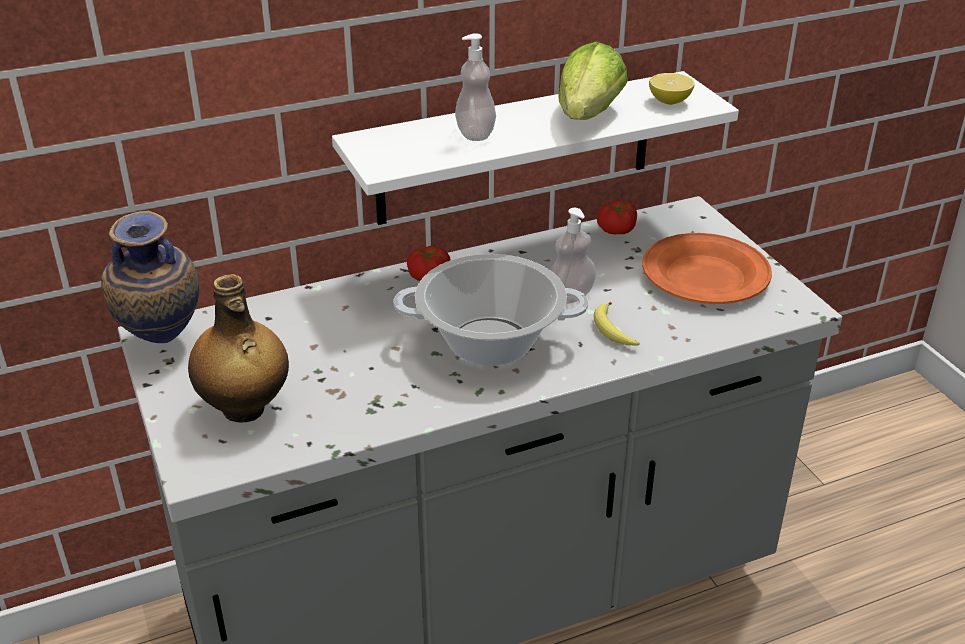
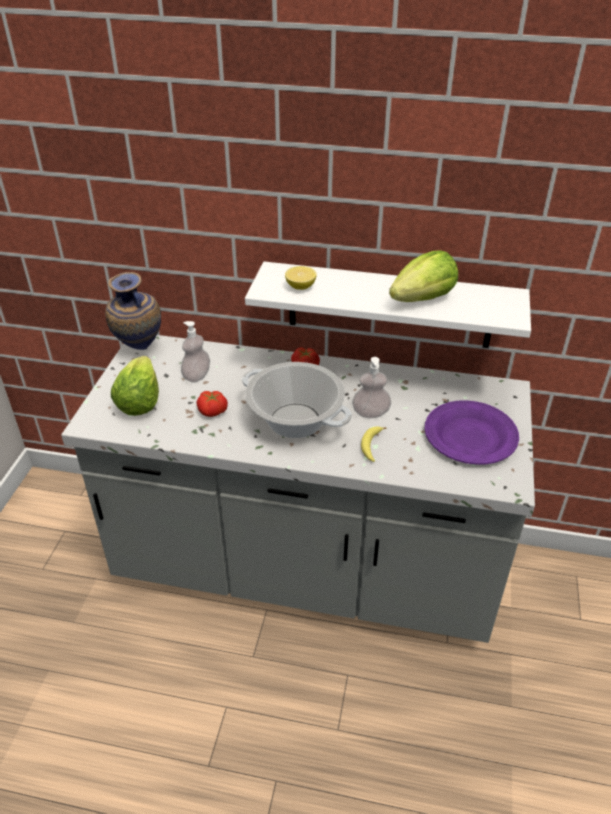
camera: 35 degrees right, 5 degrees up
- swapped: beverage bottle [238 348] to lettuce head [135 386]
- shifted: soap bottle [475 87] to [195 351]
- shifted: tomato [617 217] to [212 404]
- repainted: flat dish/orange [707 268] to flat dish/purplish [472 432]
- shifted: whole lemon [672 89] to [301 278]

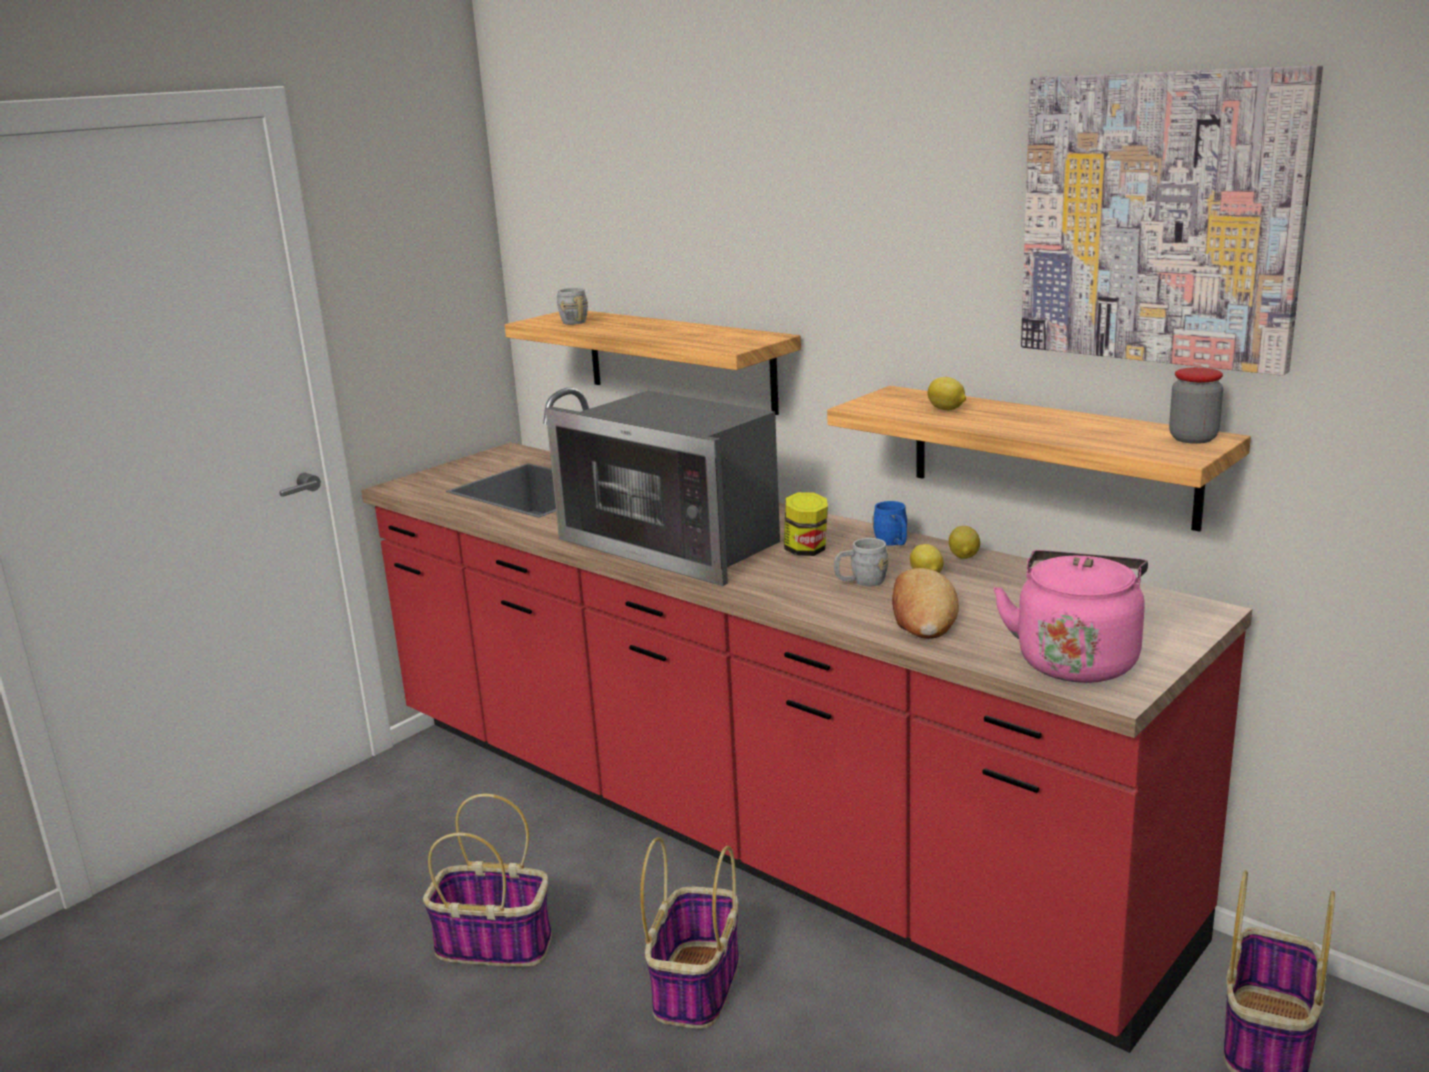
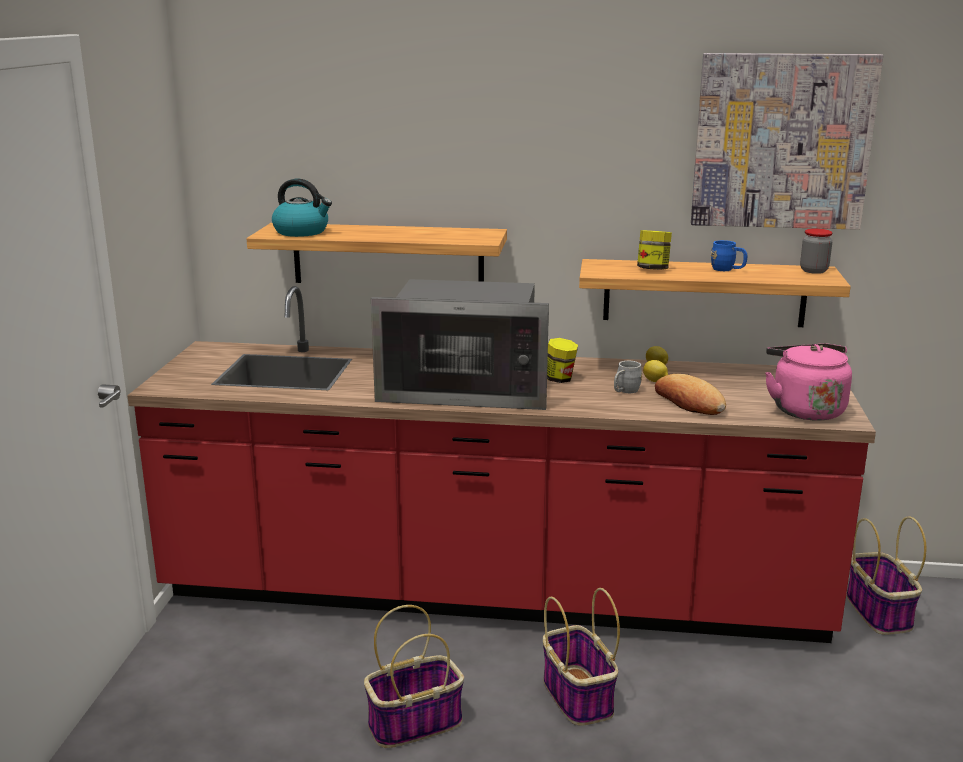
camera: 35 degrees left, 0 degrees up
- swapped: tea mug/greyish [572 306] to water kettle [302 208]
- shifted: tea mug/bluish [890 523] to [729 255]
- swapped: whole lemon [946 393] to jar [654 250]

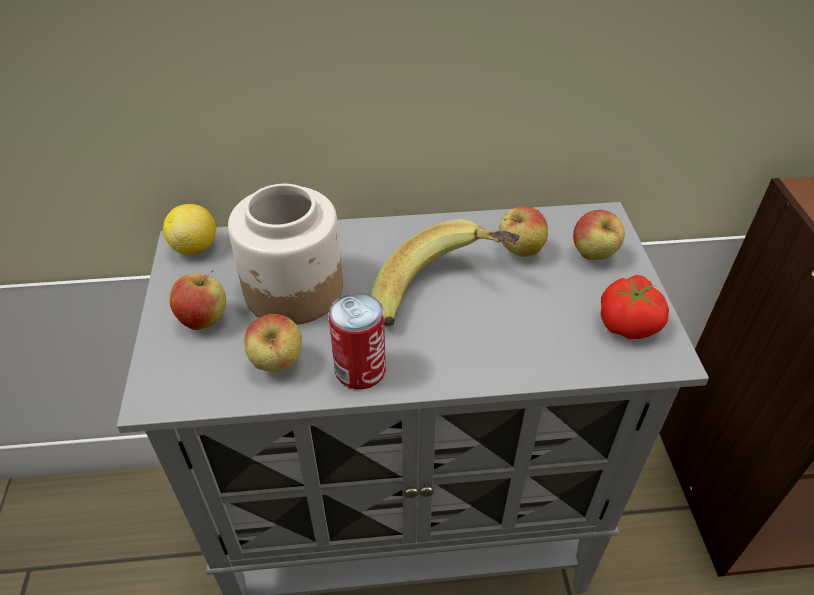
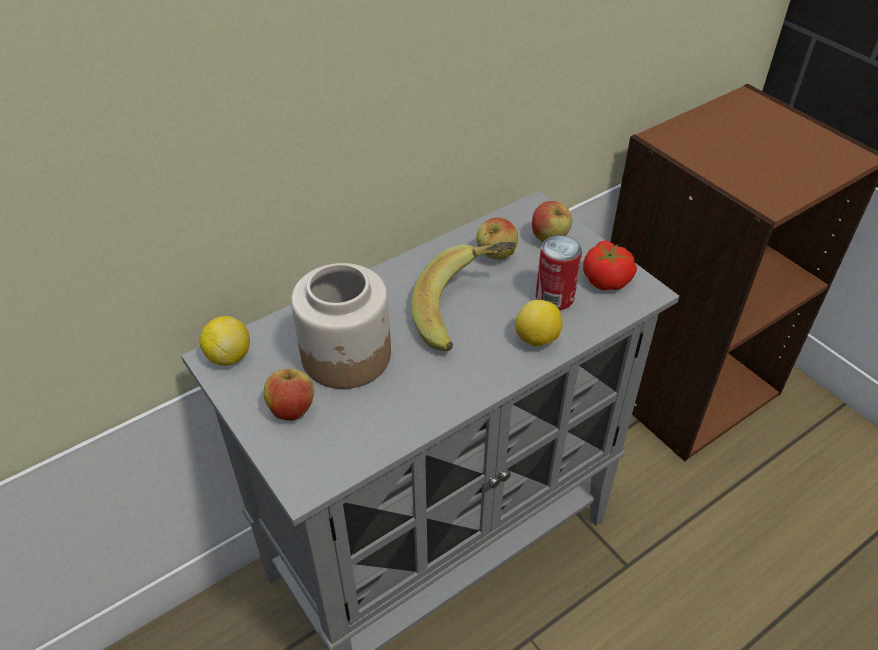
camera: 30 degrees left, 0 degrees up
- gone: apple [273 343]
- shifted: sealed can [357 341] to [559 272]
- new: whole lemon [538 323]

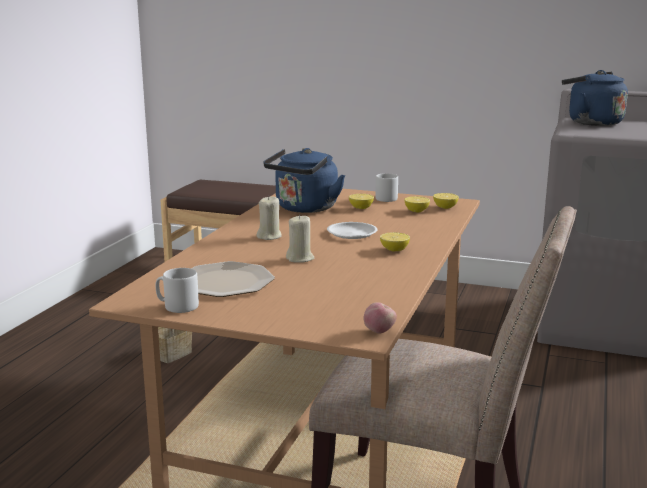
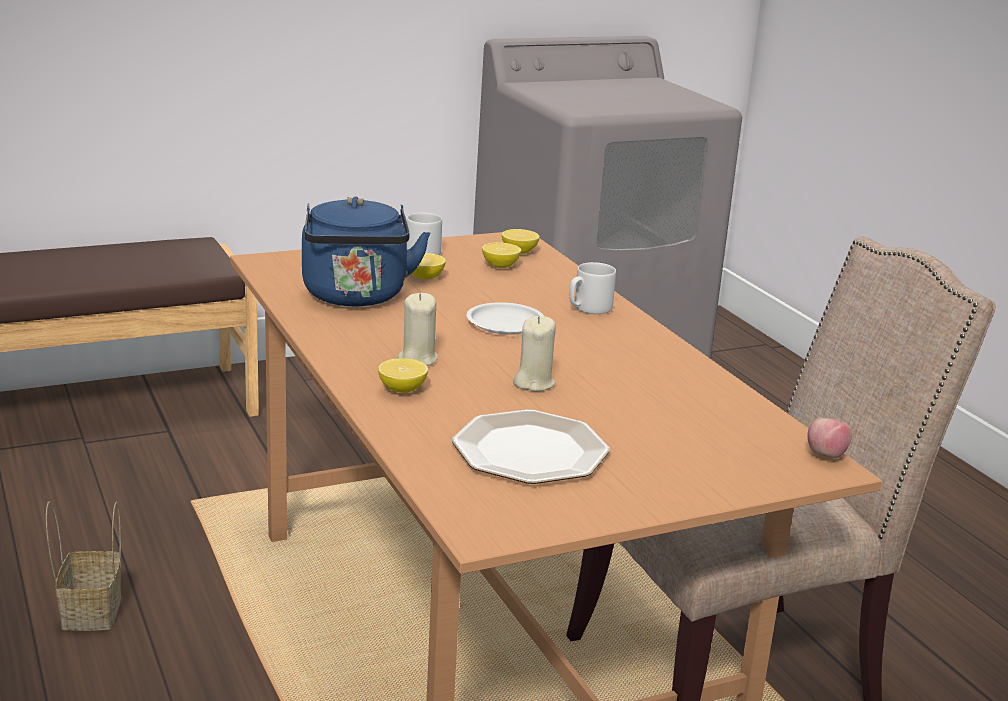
camera: 45 degrees left, 5 degrees up
- shifted: tea mug/greyish [177 290] to [592 288]
- shifted: whole lemon [395 242] to [403 375]
- gone: water kettle/bluish [595 98]

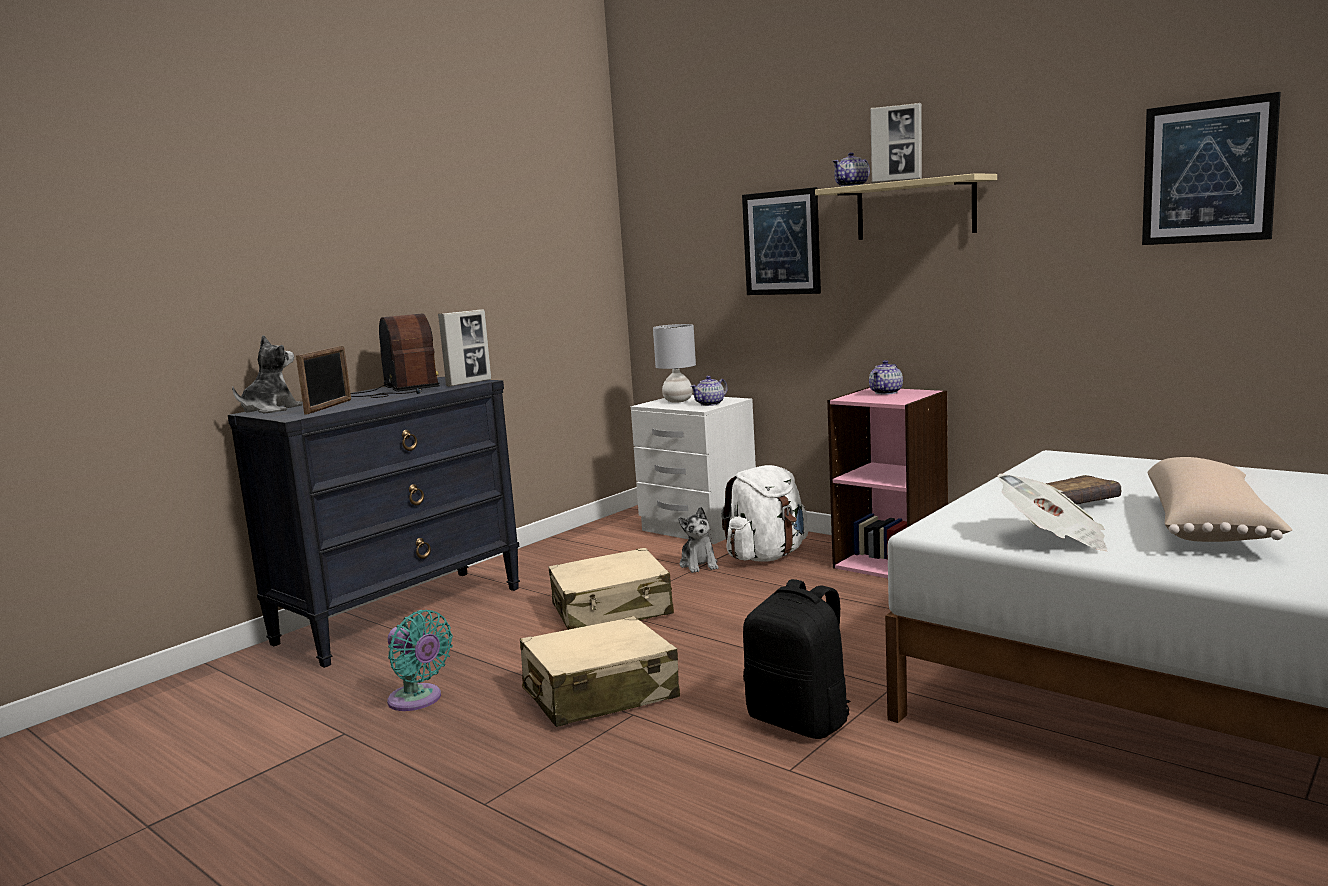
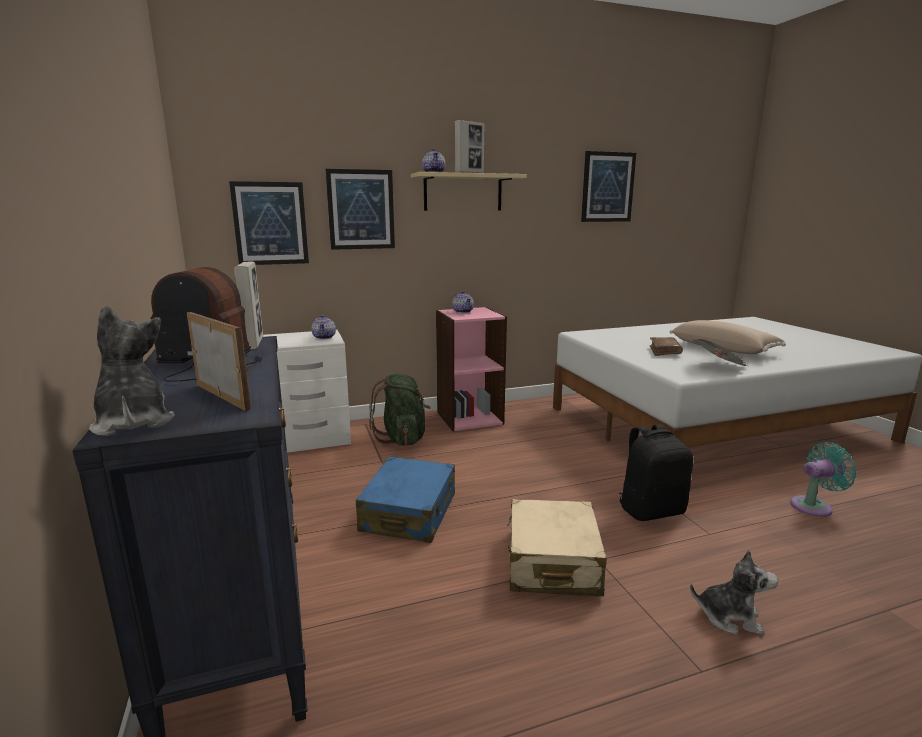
camera: 60 degrees left, 5 degrees up
- shifted: fan/blue-green [420 660] to [823 479]
- repainted: suitcase/sand-coloured [611 589] to suitcase/bluish [405 500]
- gone: tabletop lamp/greyish [674 363]
- shifted: cuddly toy [698 540] to [734 592]
- repainted: backpack/whitish [764 513] to backpack/green [400 410]
- new: wall picture [269 223]

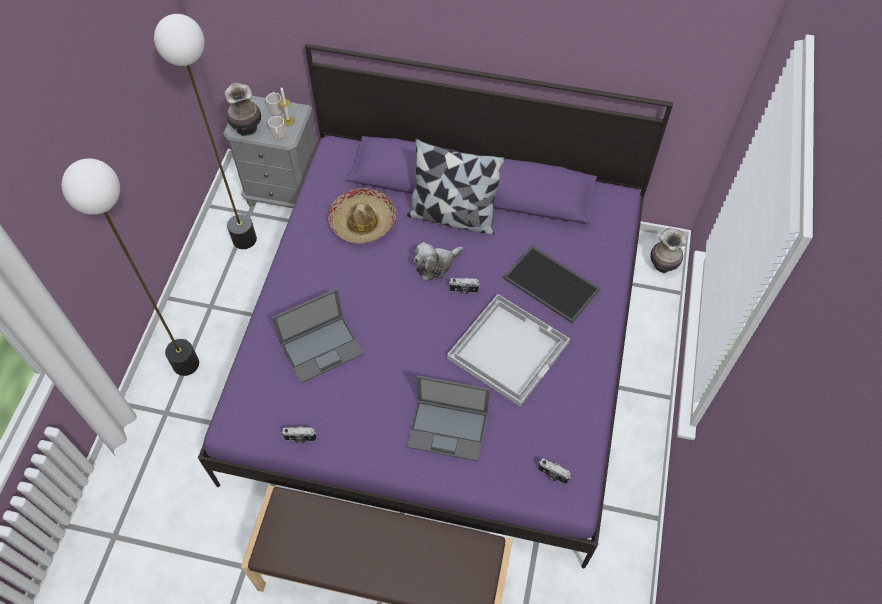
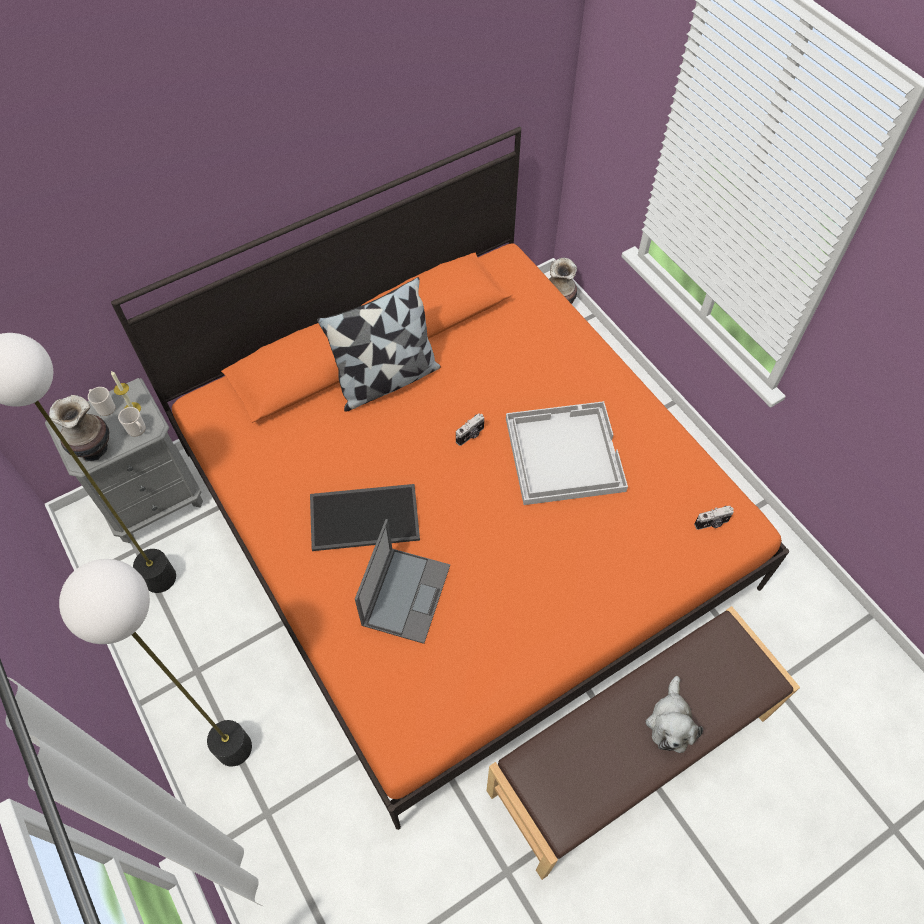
camera: 45 degrees left, 0 degrees up
- repainted: bed/purplish [435 306] to bed/orange [450 478]
- gone: photo camera [299 435]
- gone: wearable hat [362 216]
- gone: notebook computer [448 418]
- shifted: cuddly toy [438 261] to [674 714]
- shifted: carrying tray [551 284] to [365 517]

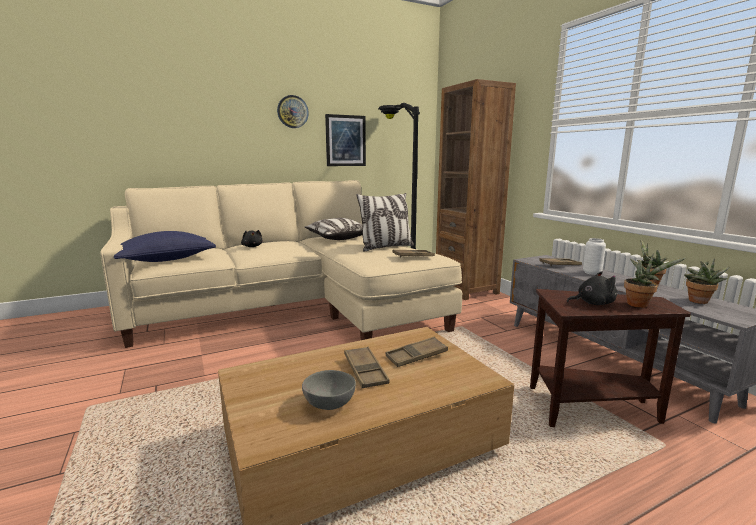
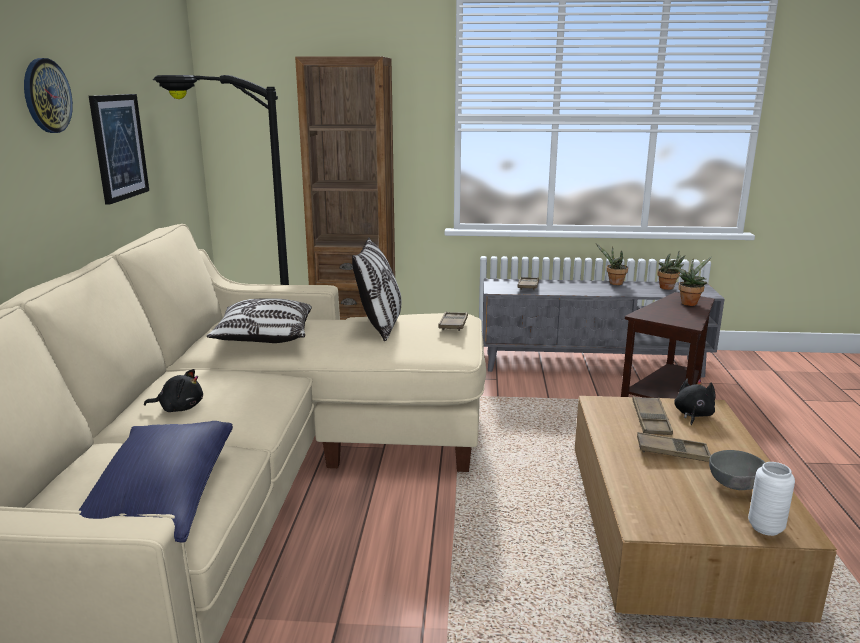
camera: 60 degrees left, 5 degrees up
- shifted: cuddly toy/black-coloured [592 288] to [695 402]
- shifted: flower vase/whitish [594 256] to [771 499]

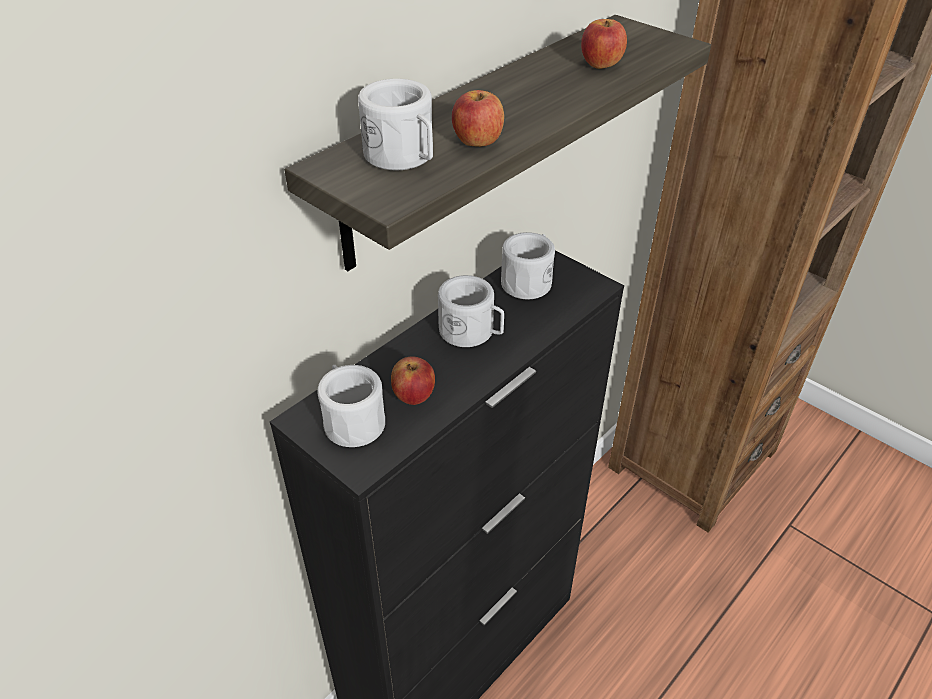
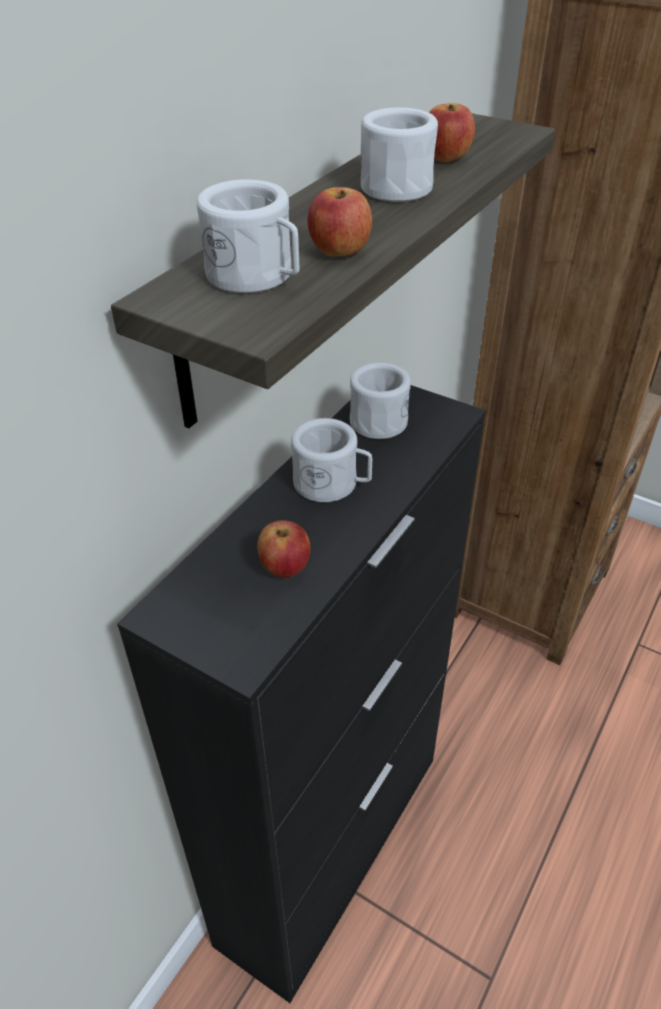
camera: 10 degrees left, 0 degrees up
- shifted: tea mug/whitish [351 406] to [399 154]

